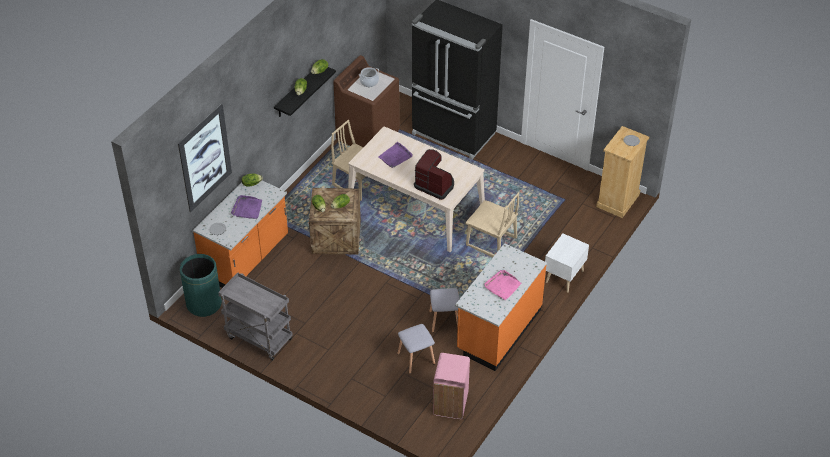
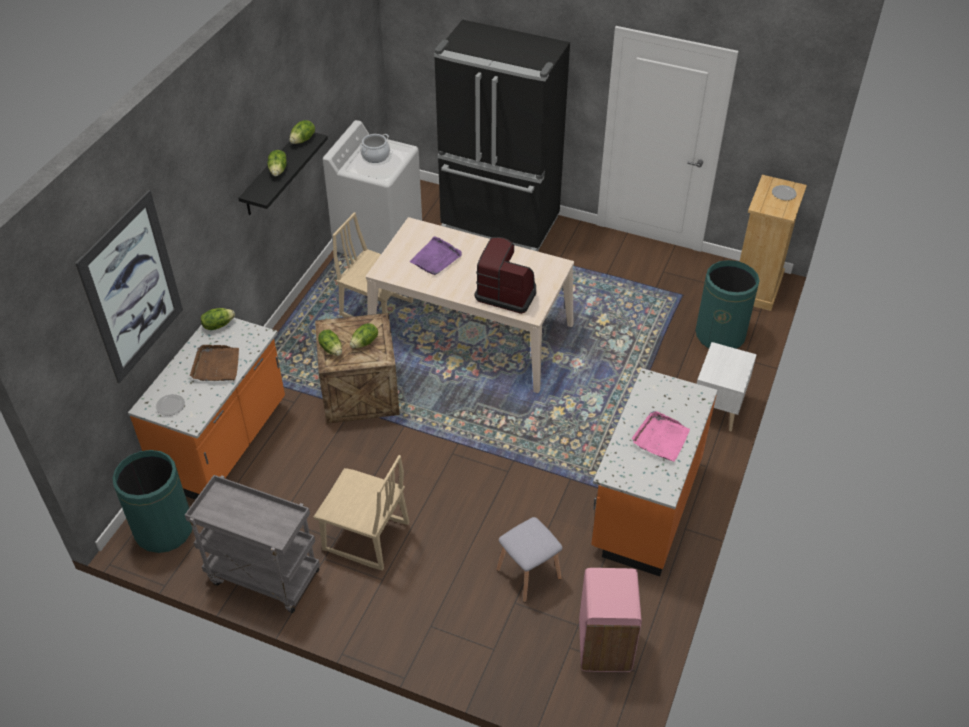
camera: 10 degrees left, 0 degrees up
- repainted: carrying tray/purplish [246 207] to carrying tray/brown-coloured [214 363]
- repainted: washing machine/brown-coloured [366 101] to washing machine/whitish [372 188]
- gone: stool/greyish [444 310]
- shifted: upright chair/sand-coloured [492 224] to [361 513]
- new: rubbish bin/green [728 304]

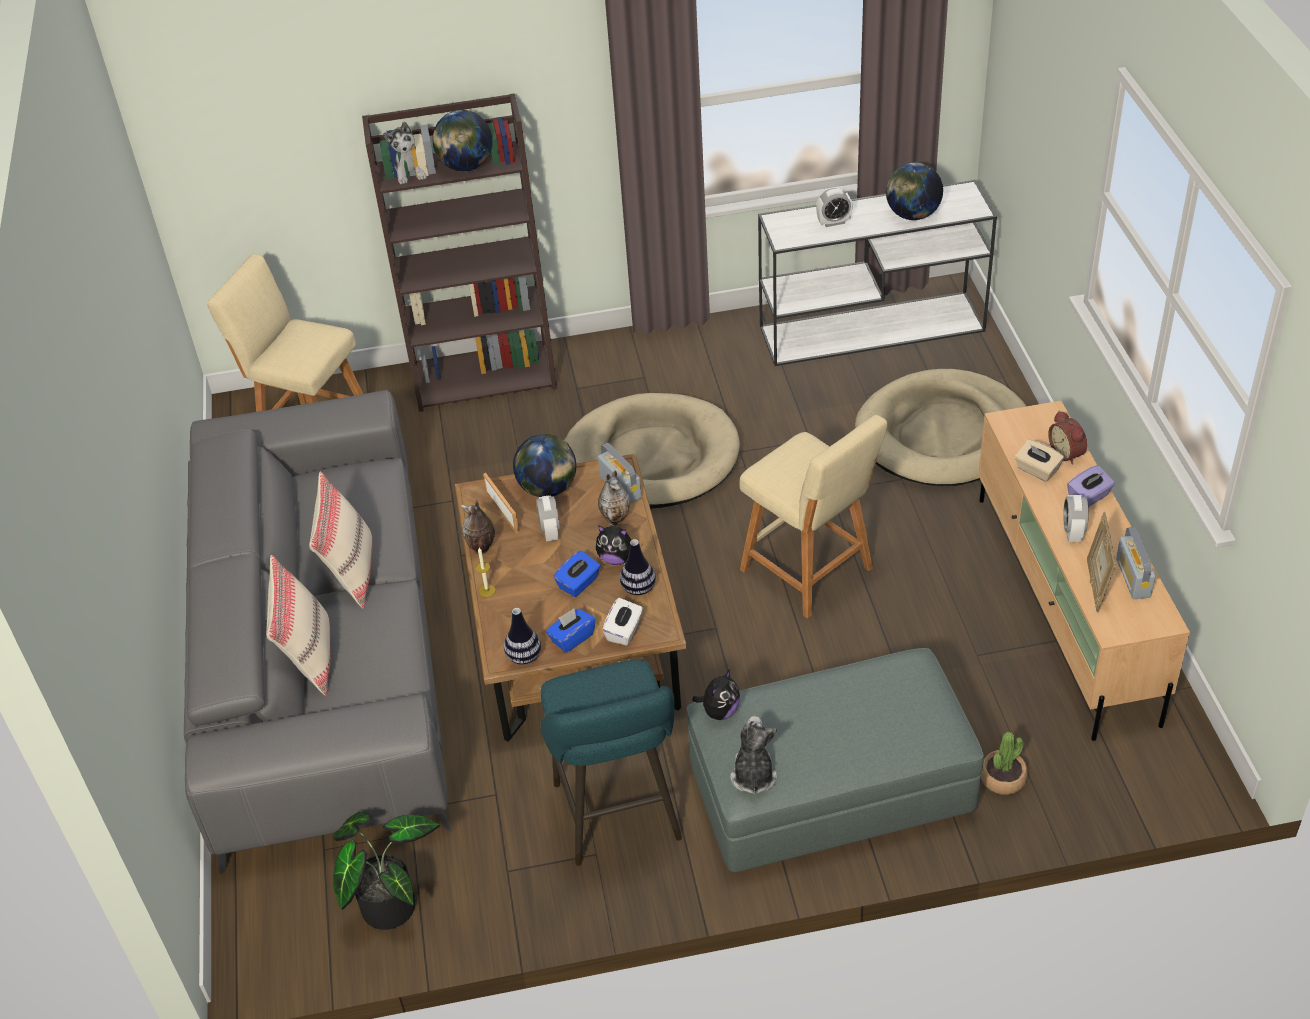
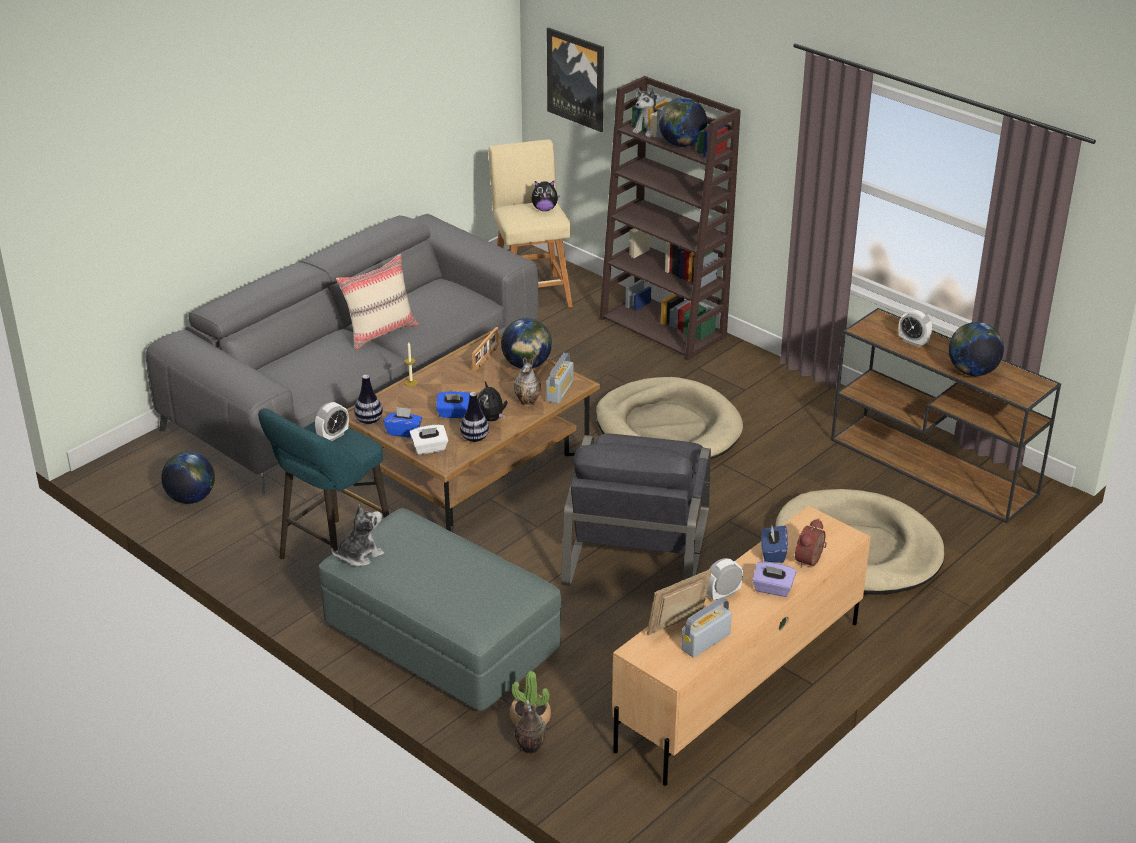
camera: 50 degrees right, 10 degrees down
- gone: pillow/sand-coloured [298 625]
- swapped: potted plant [386 871] to desk globe [188 477]
- shifted: flower vase [478 526] to [530 727]
- shifted: table clock [548 519] to [332 421]
- shifted: cuddly toy [716 695] to [545 196]
- swapped: stool/sand-coloured [813 516] to easy chair/greyish [636 510]
- repainted: hall table/whitish [877 273] to hall table/brown-coloured [946 416]
- repainted: box of tissues/sand-coloured [1039 460] to box of tissues/bluish [774 544]
- new: wall picture [575 80]

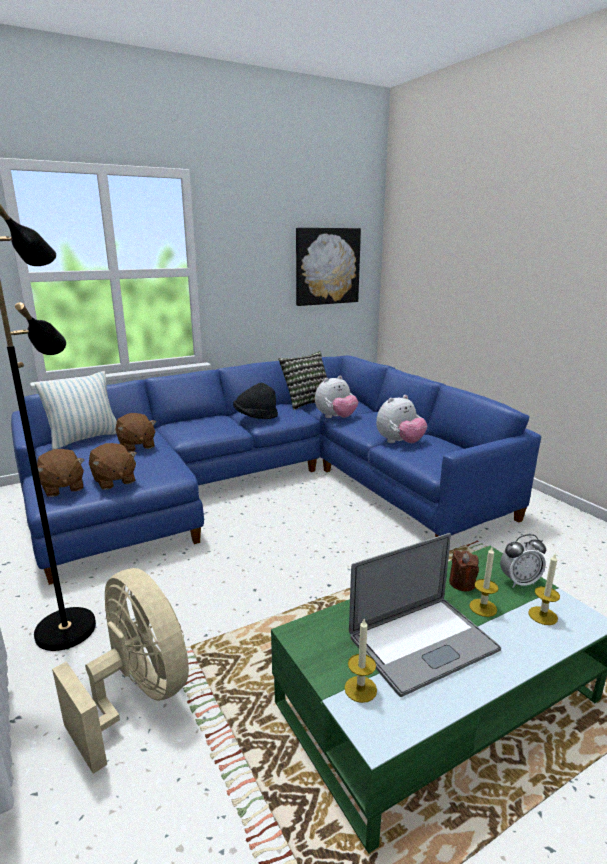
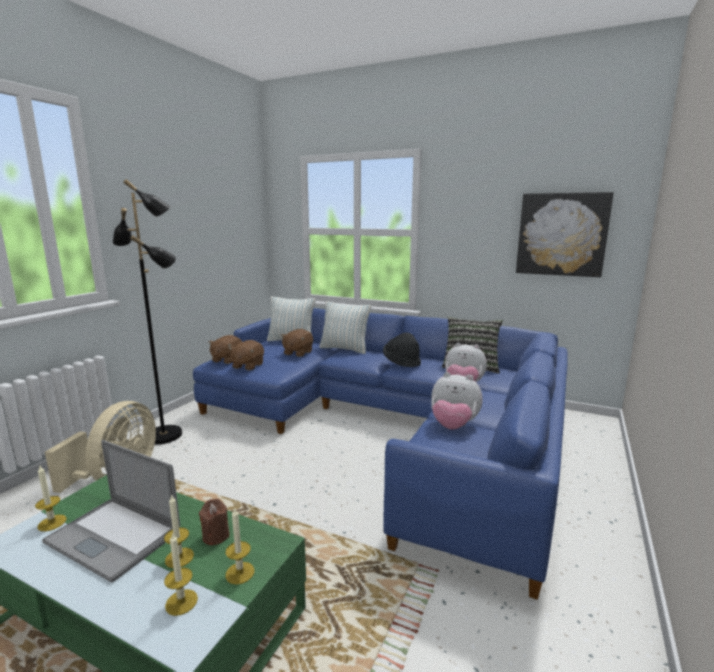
camera: 55 degrees right, 5 degrees down
- swapped: table clock [523 560] to wax light [239 546]
- new: pillow [345 327]

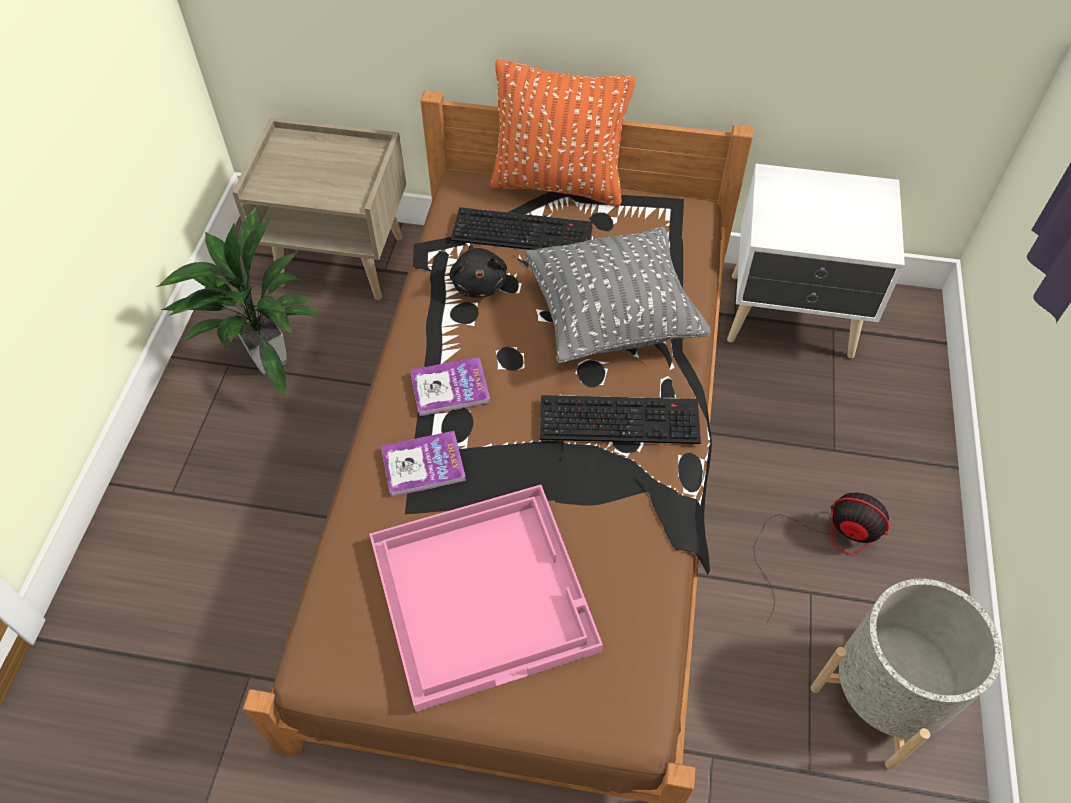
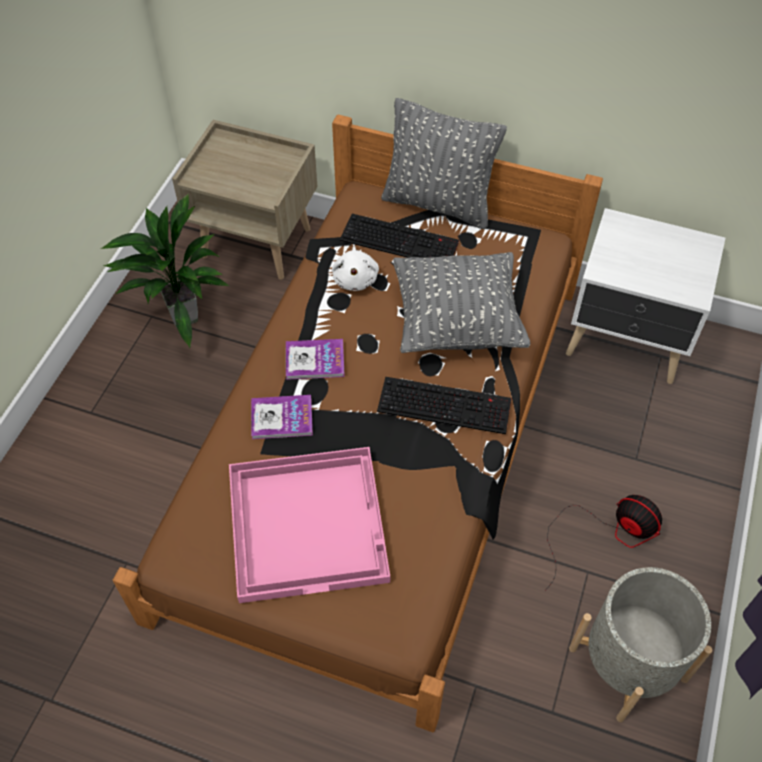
camera: 10 degrees right, 0 degrees up
- repainted: cuddly toy/black-coloured [478 271] to cuddly toy/whitish [355 268]
- repainted: pillow/orange [563 133] to pillow/greyish [444 163]

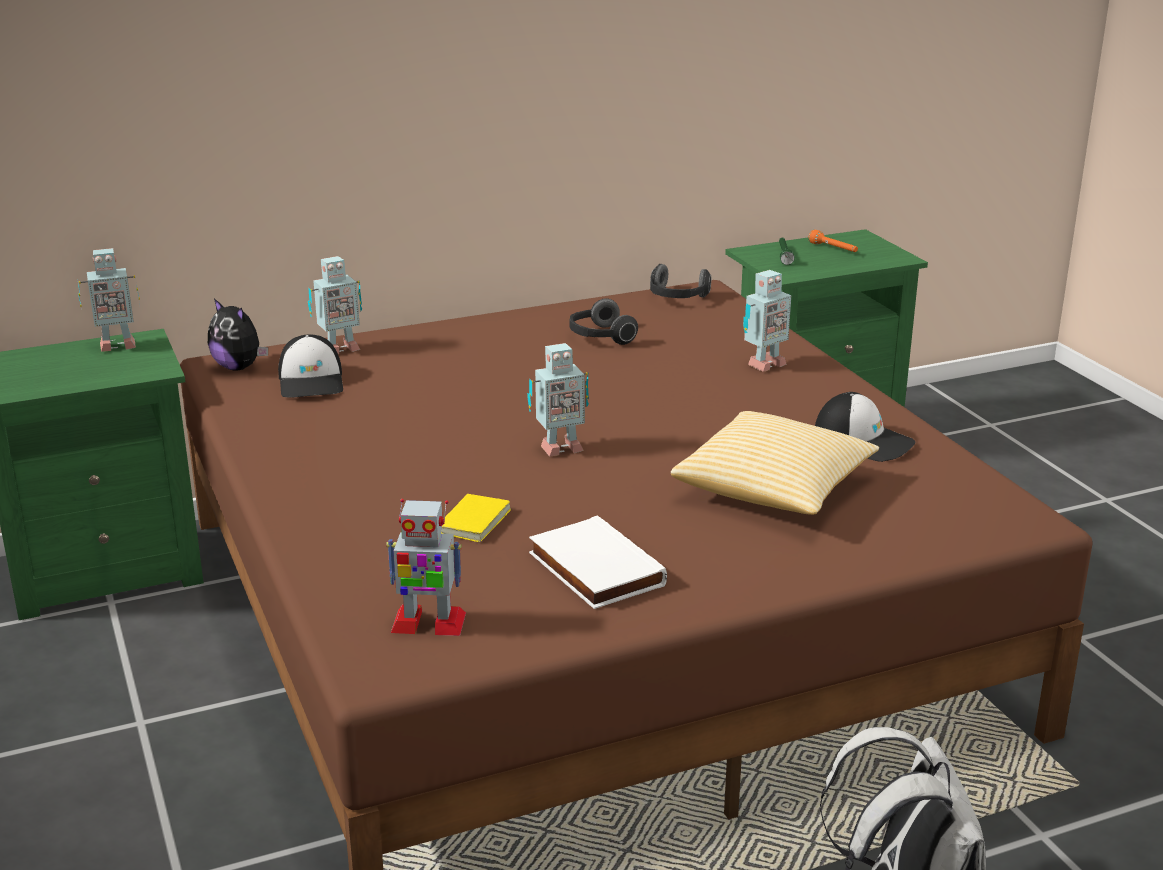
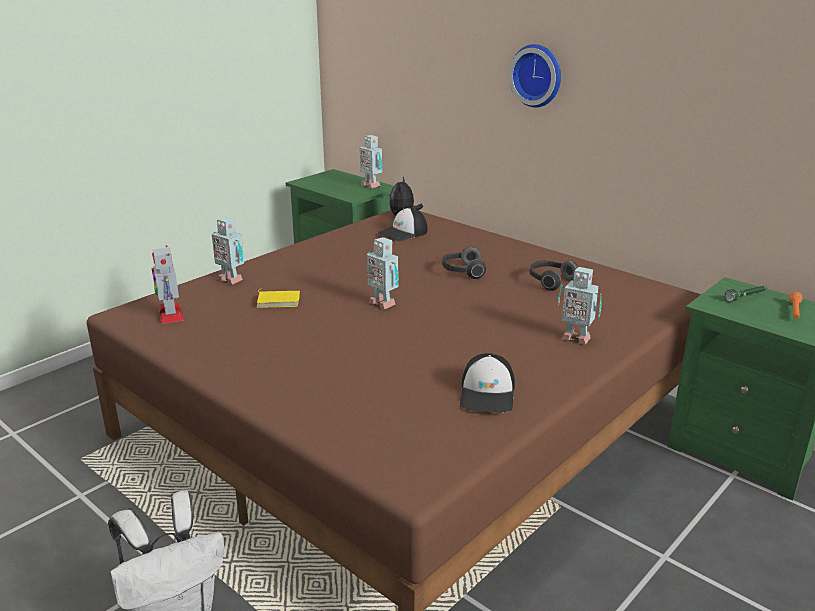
camera: 65 degrees right, 0 degrees up
- shifted: toy robot [335 305] to [228 251]
- gone: bound book/whitish [598 562]
- shifted: headset [680 281] to [464 263]
- gone: pillow [775 463]
- new: wall clock [535 75]

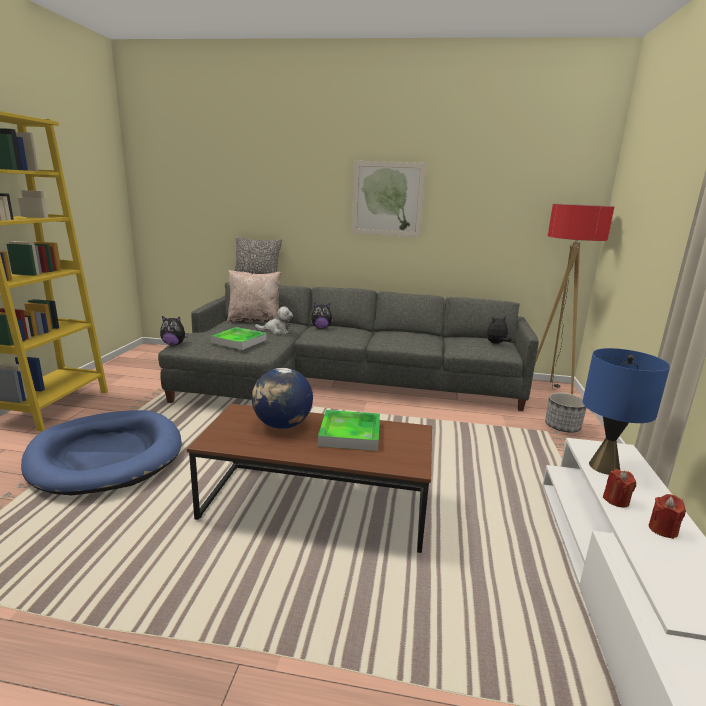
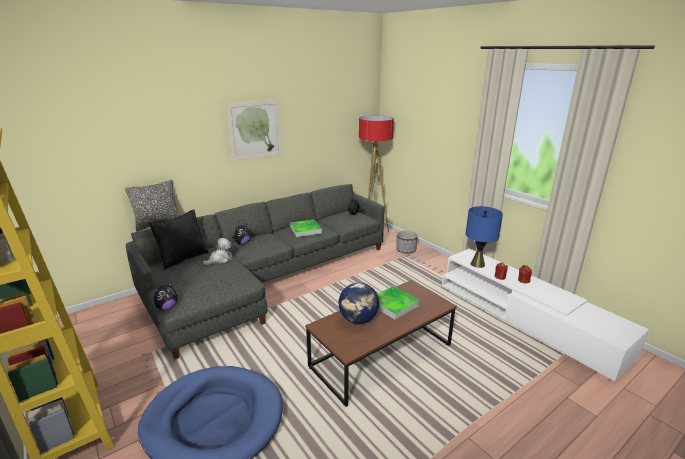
camera: 45 degrees left, 5 degrees up
- shifted: carrying tray [238 338] to [306 228]
- repainted: pillow/sand-coloured [253 296] to pillow/black-coloured [179 240]

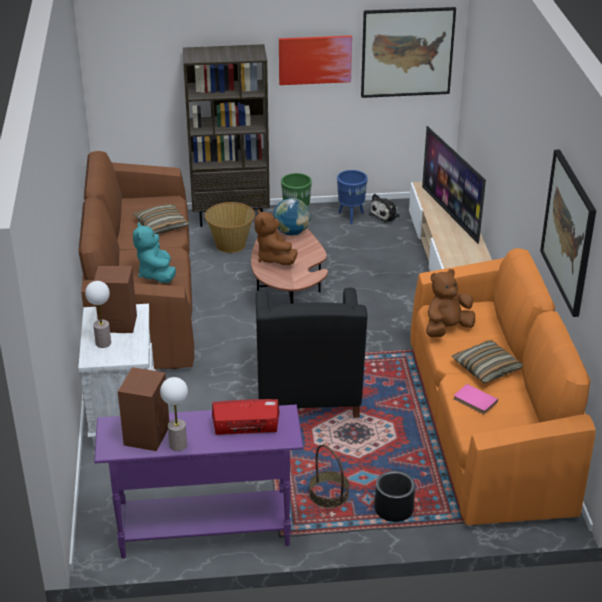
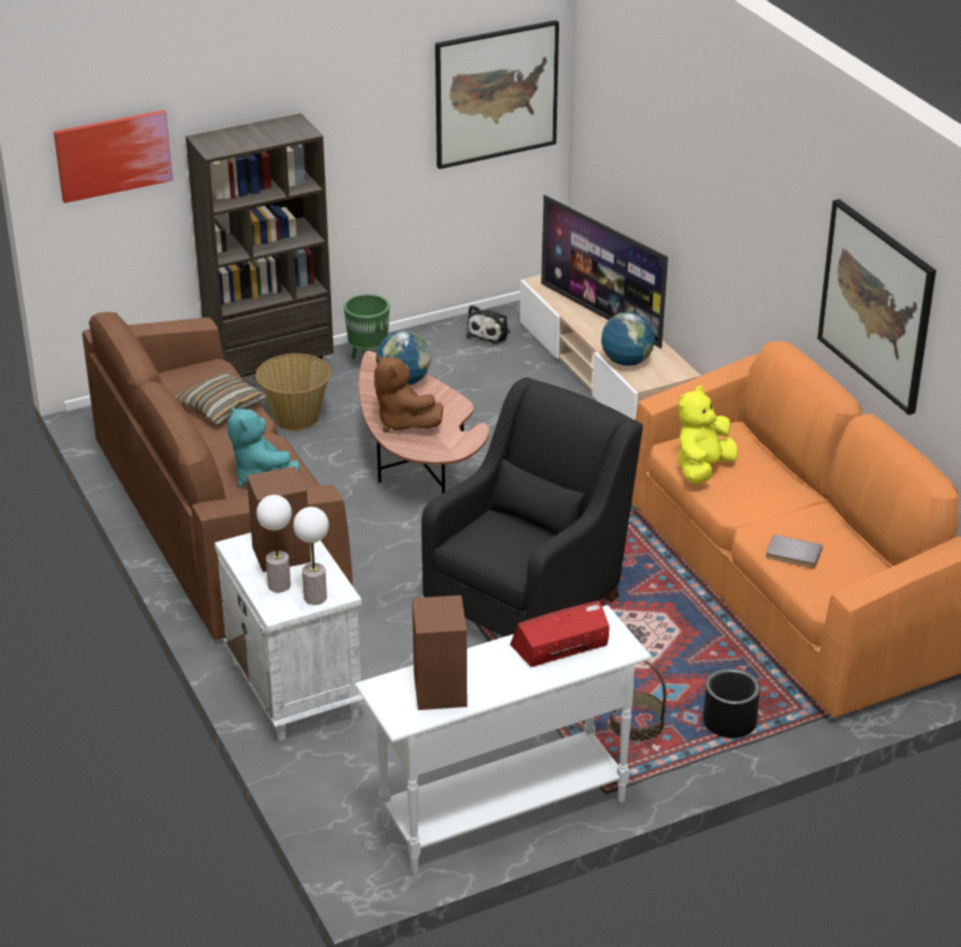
camera: 20 degrees left, 0 degrees up
- repainted: hall table/purplish [198 482] to hall table/whitish [503 740]
- shifted: tabletop lamp [174 414] to [311 556]
- rotated: easy chair/black-coloured [312 353] = [532 507] 120 degrees counterclockwise
- shifted: wall picture [315 60] to [113 156]
- gone: flower pot/bluish [352 197]
- repainted: cuddly toy/brown-coloured [450 303] to cuddly toy/yellow [708 435]
- gone: pillow [487 361]
- repainted: bound book/pink [476 399] to bound book/greyish [794 551]
- new: desk globe [628 339]

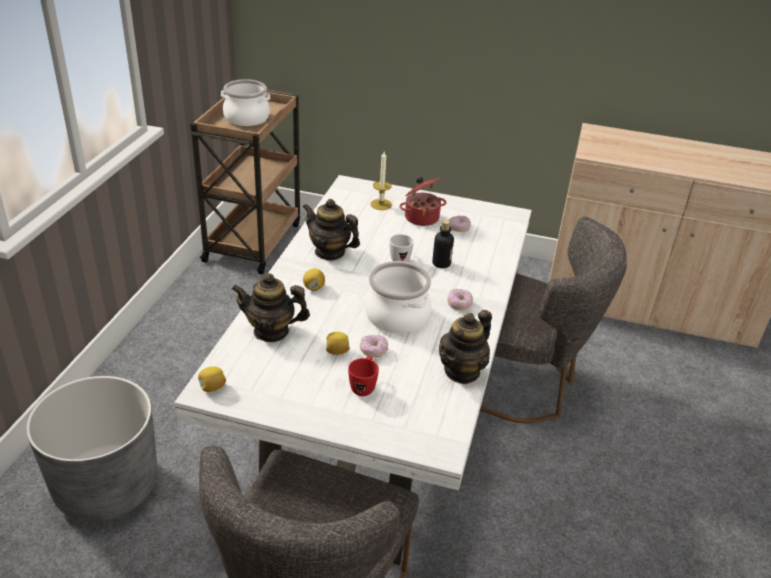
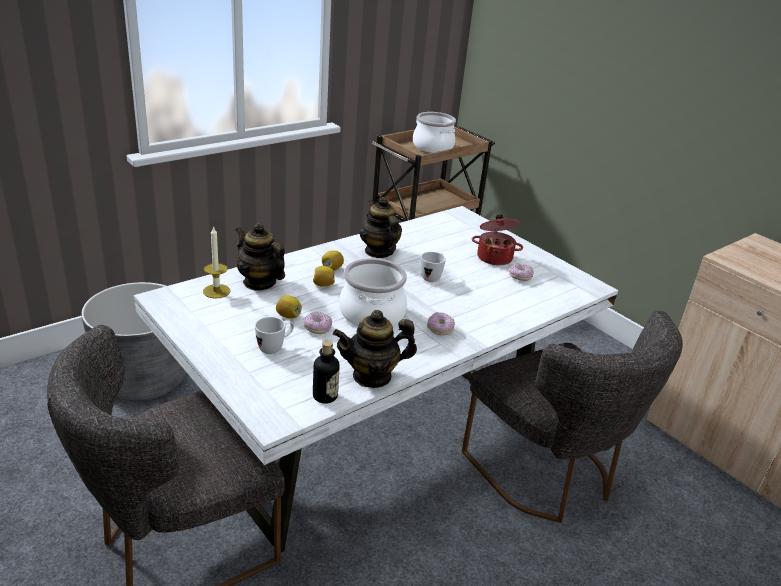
camera: 35 degrees right, 5 degrees down
- shifted: whole lemon [212 379] to [324 276]
- repainted: tea mug/reddish [363 376] to tea mug/whitish [274 335]
- shifted: wax light [381 181] to [217 262]
- shifted: beverage bottle [443 244] to [326 372]

